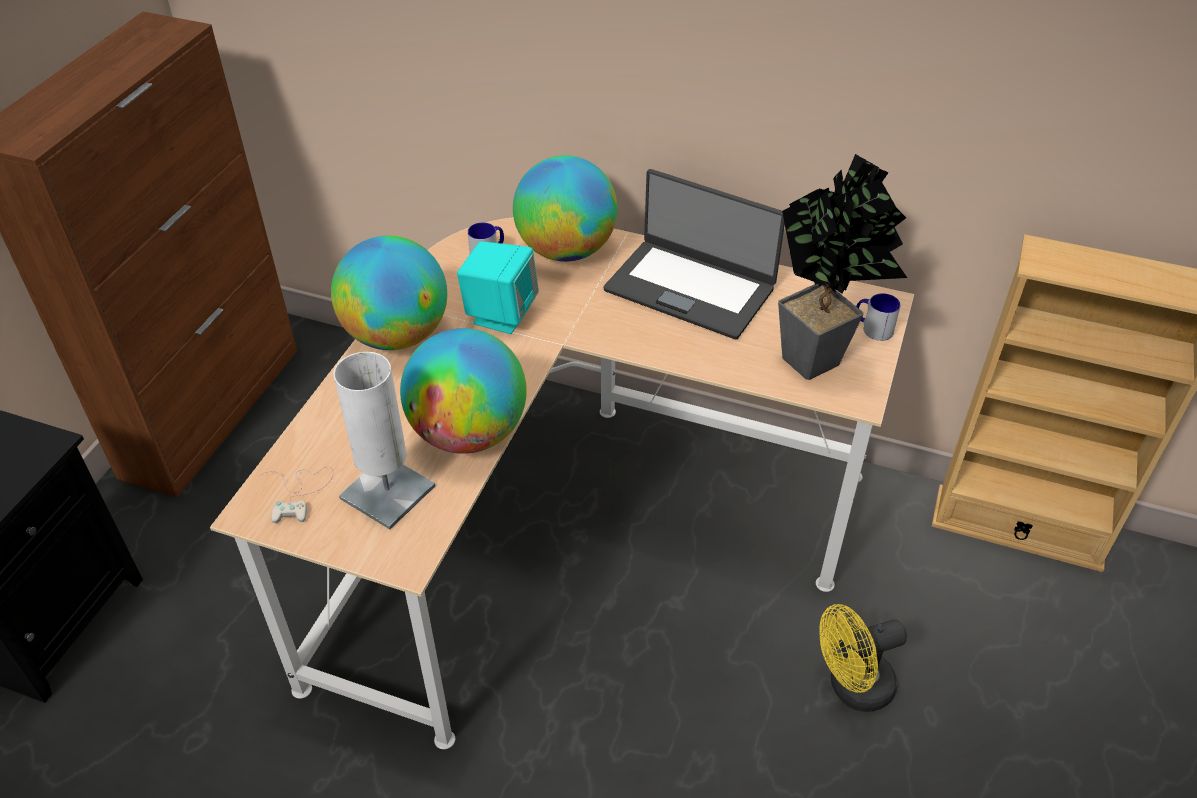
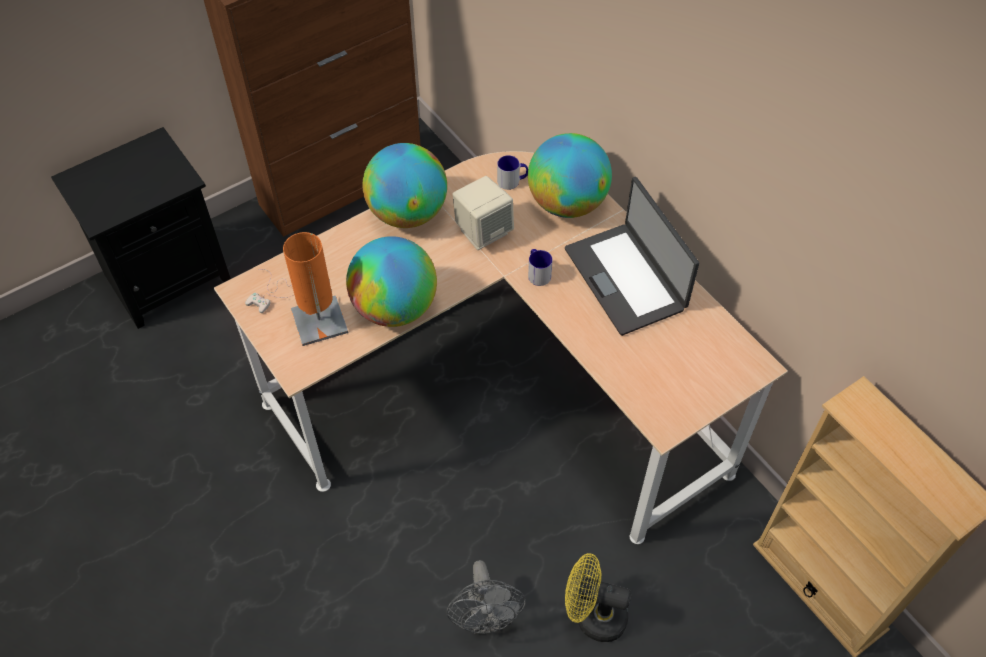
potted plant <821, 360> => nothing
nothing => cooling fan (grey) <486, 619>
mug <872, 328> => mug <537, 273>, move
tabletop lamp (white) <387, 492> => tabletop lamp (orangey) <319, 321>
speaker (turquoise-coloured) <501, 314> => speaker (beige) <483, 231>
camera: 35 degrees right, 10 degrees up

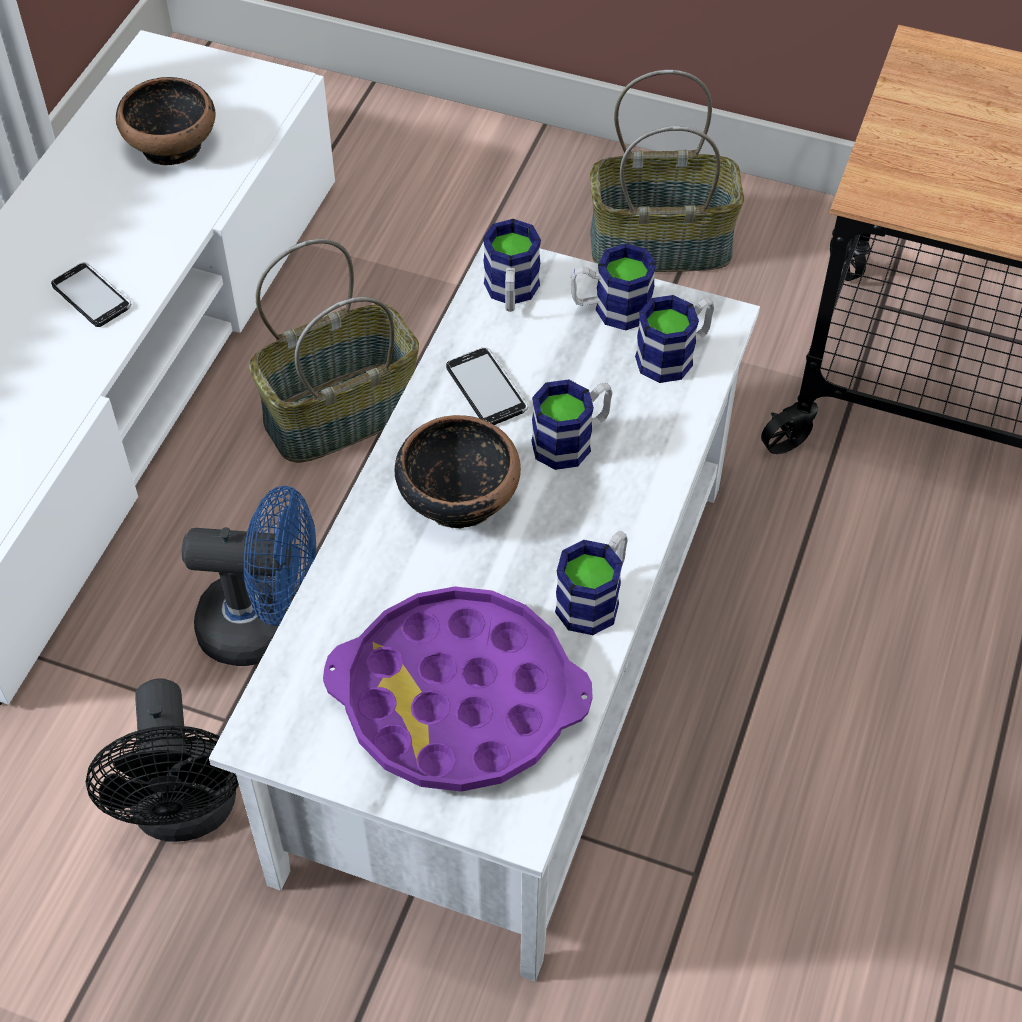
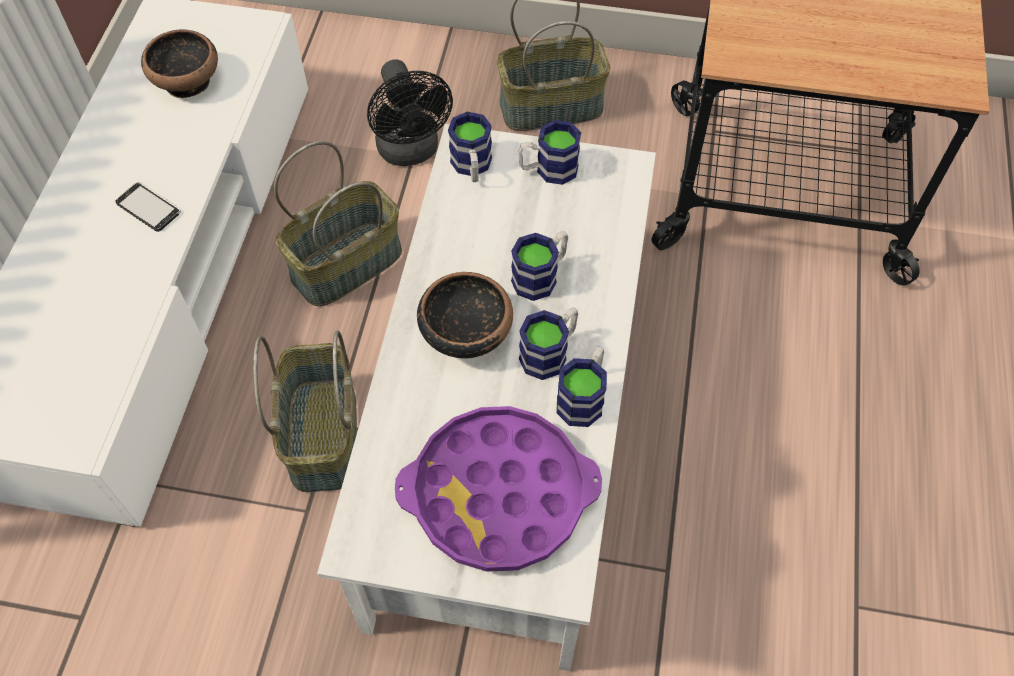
telephone <486, 389> => nothing
cooling fan (black) <186, 812> => cooling fan (black) <411, 152>, move
mug <674, 355> => mug <550, 352>, move
cooling fan (bluish) <265, 626> => household basket <321, 434>
camera: 10 degrees left, 5 degrees up

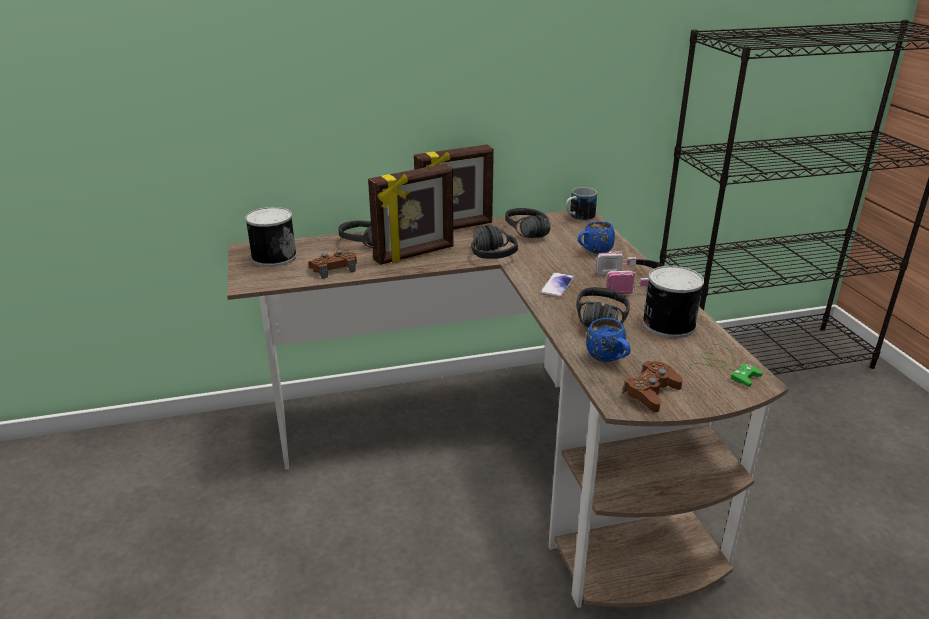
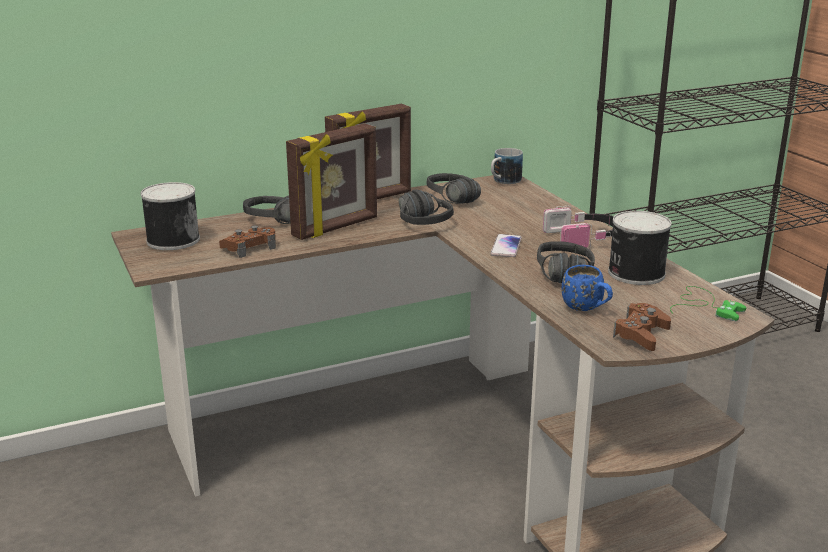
mug (bluish) <593, 252> => nothing
camera: 10 degrees left, 5 degrees down

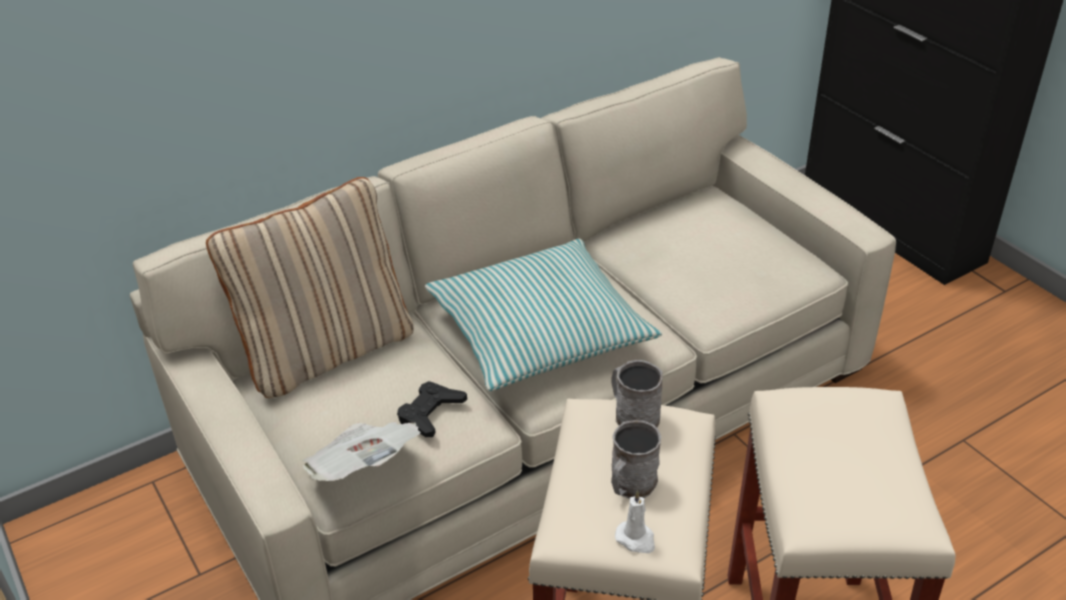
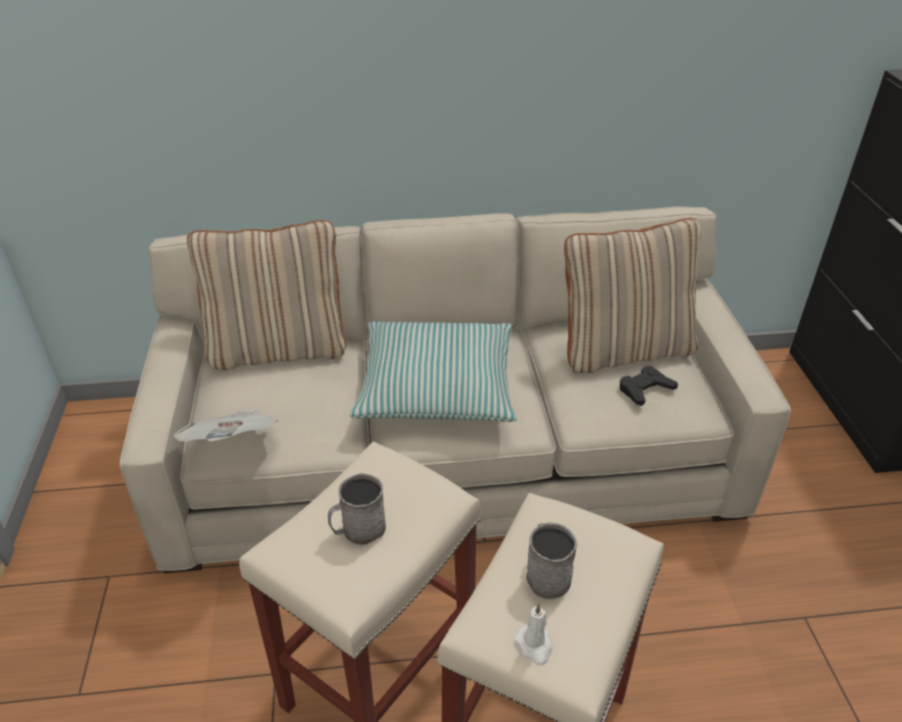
nothing => cushion (beige) <624, 349>
joypad (black) <430, 413> => joypad (black) <645, 389>, move
mug (grey) <633, 415> => mug (grey) <546, 574>, move
wax candle (white) <636, 539> => wax candle (white) <534, 646>, move
camera: 25 degrees right, 0 degrees up

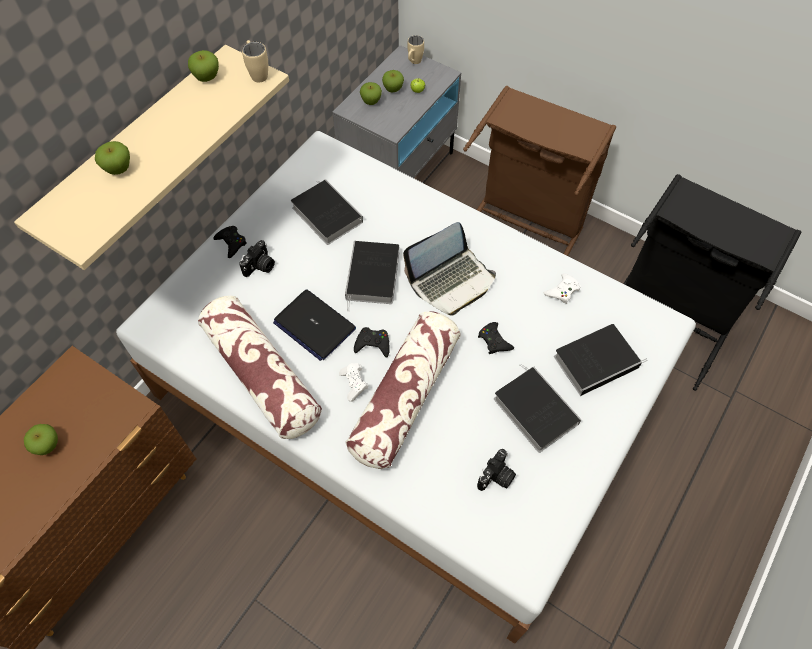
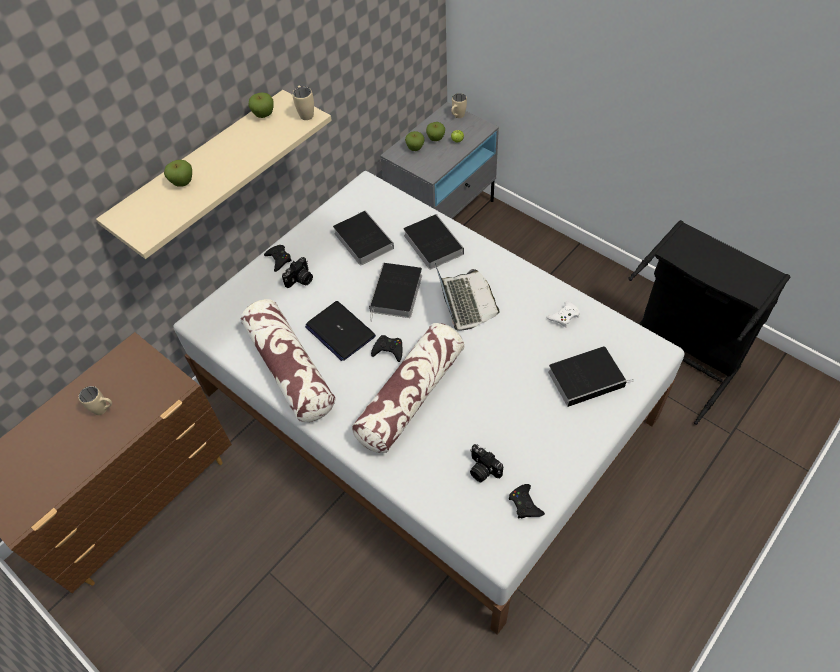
joypad (white) <354, 384> => nothing
laundry basket (brown) <524, 229> => nothing
joypad (black) <494, 341> => joypad (black) <525, 504>, move
volume <533, 409> => volume <431, 243>, move
apple fruit <48, 445> => mug (beige) <105, 410>
laptop <451, 281> => laptop <465, 302>, 75 degrees counterclockwise
photo camera <496, 477> => photo camera <482, 470>, 90 degrees clockwise
camera: 10 degrees right, 5 degrees down

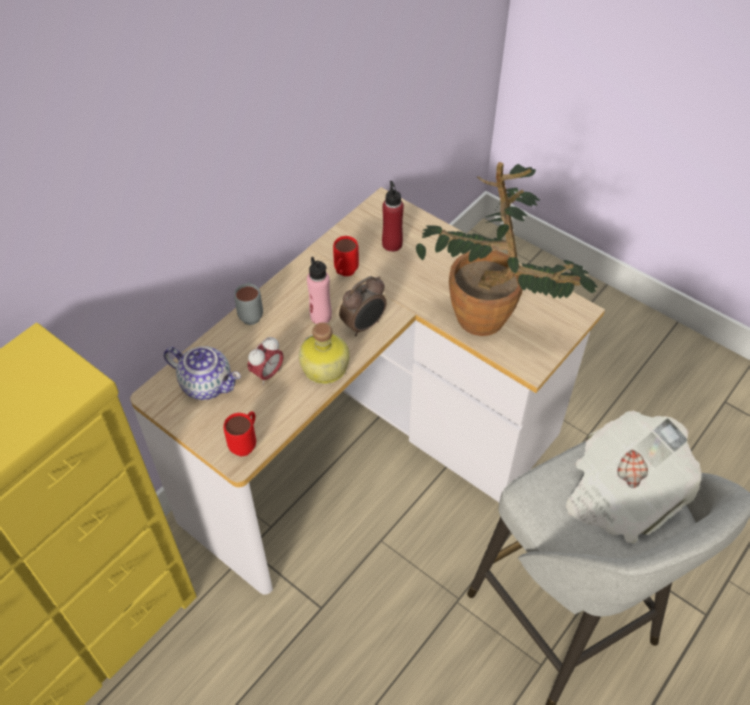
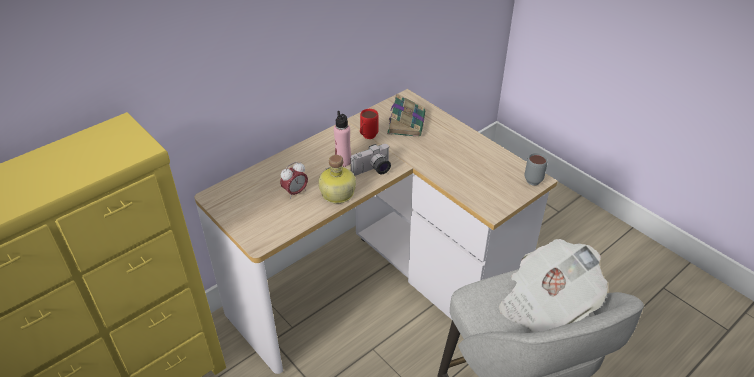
teapot <207, 384> => nothing
mug (reddish) <246, 443> => nothing
potted plant <491, 324> => nothing
mug (grey) <251, 314> => mug (grey) <533, 178>, move
alarm clock <364, 325> => photo camera <373, 170>
drink bottle (reddish) <392, 244> => volume <406, 123>
camera: 10 degrees right, 10 degrees down

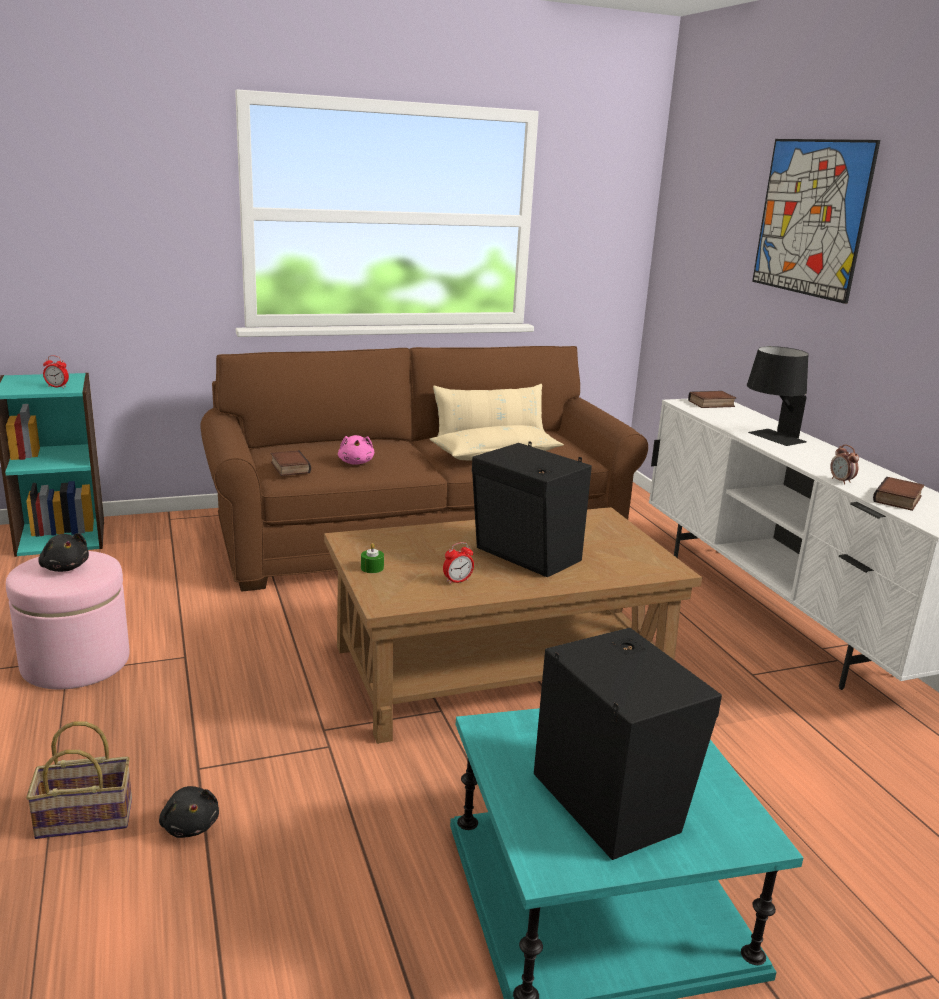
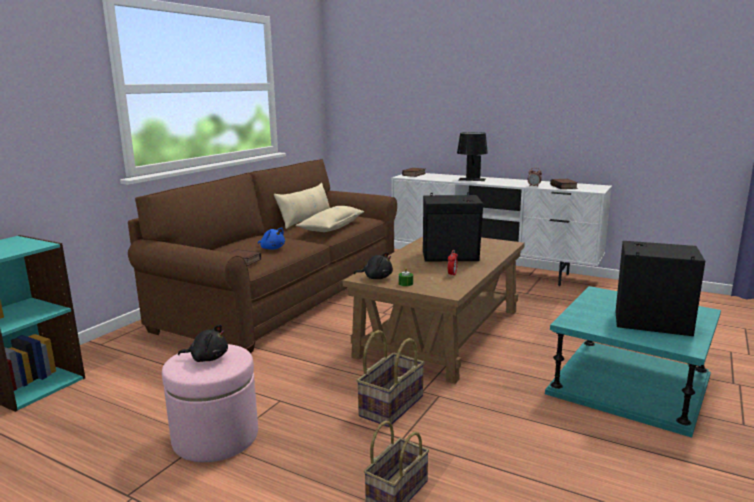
alarm clock <57, 387> => nothing
picture <811, 217> => nothing
nothing => household basket <390, 405>
cuddly toy (black) <190, 825> => cuddly toy (black) <376, 278>, move
cuddly toy (pinkish) <356, 462> => cuddly toy (bluish) <272, 248>
camera: 40 degrees left, 5 degrees down

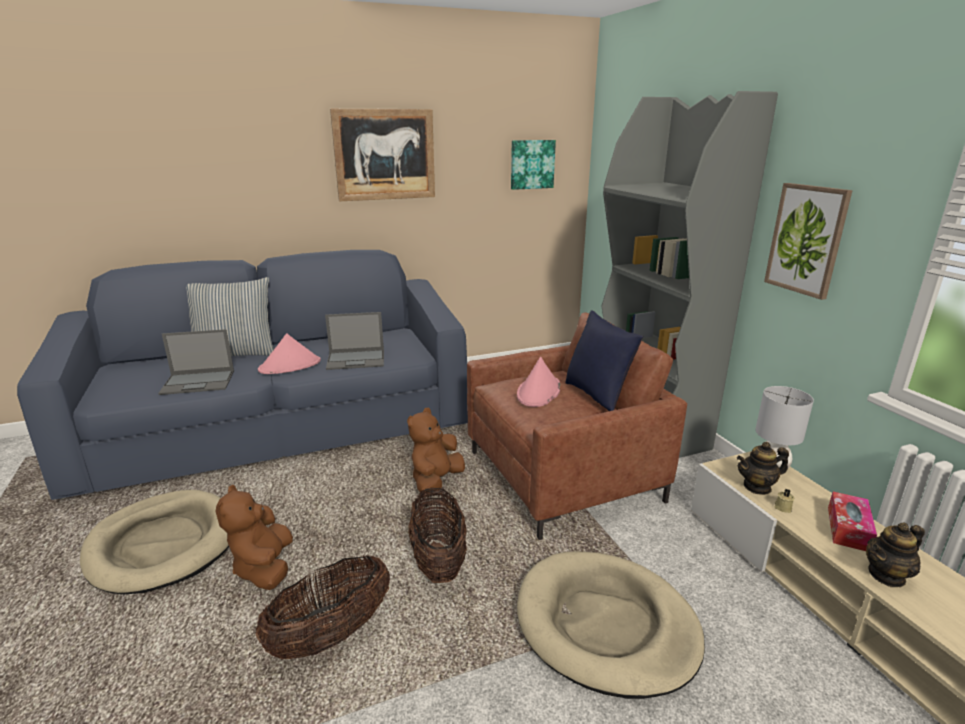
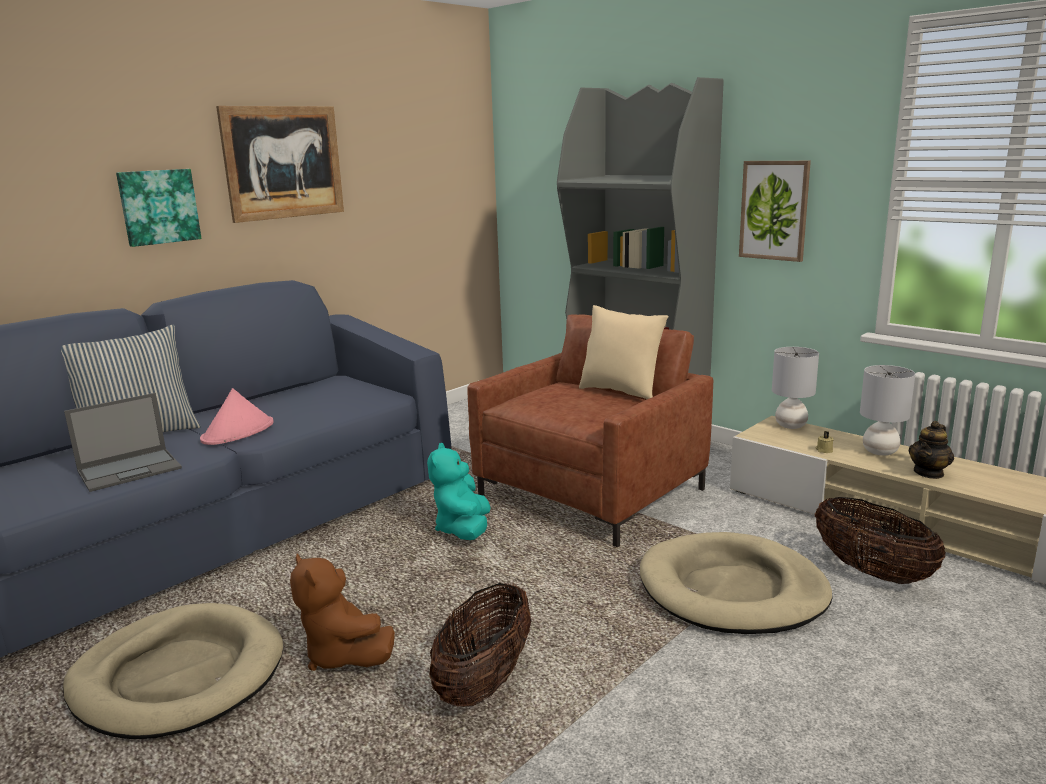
laptop <357, 360> => nothing
wearable hat (pinkish) <538, 392> => nothing
teapot <757, 487> => nothing
household basket <438, 560> => household basket <872, 572>, move
picture <532, 164> => picture <158, 206>, move
tissue holder <848, 529> => tabletop lamp (grey) <880, 452>
cuddly toy (brown) <436, 481> => cuddly toy (turquoise-coloured) <463, 530>
cushion (bluish) <597, 395> => cushion (beige) <621, 392>
camera: 25 degrees left, 5 degrees down

